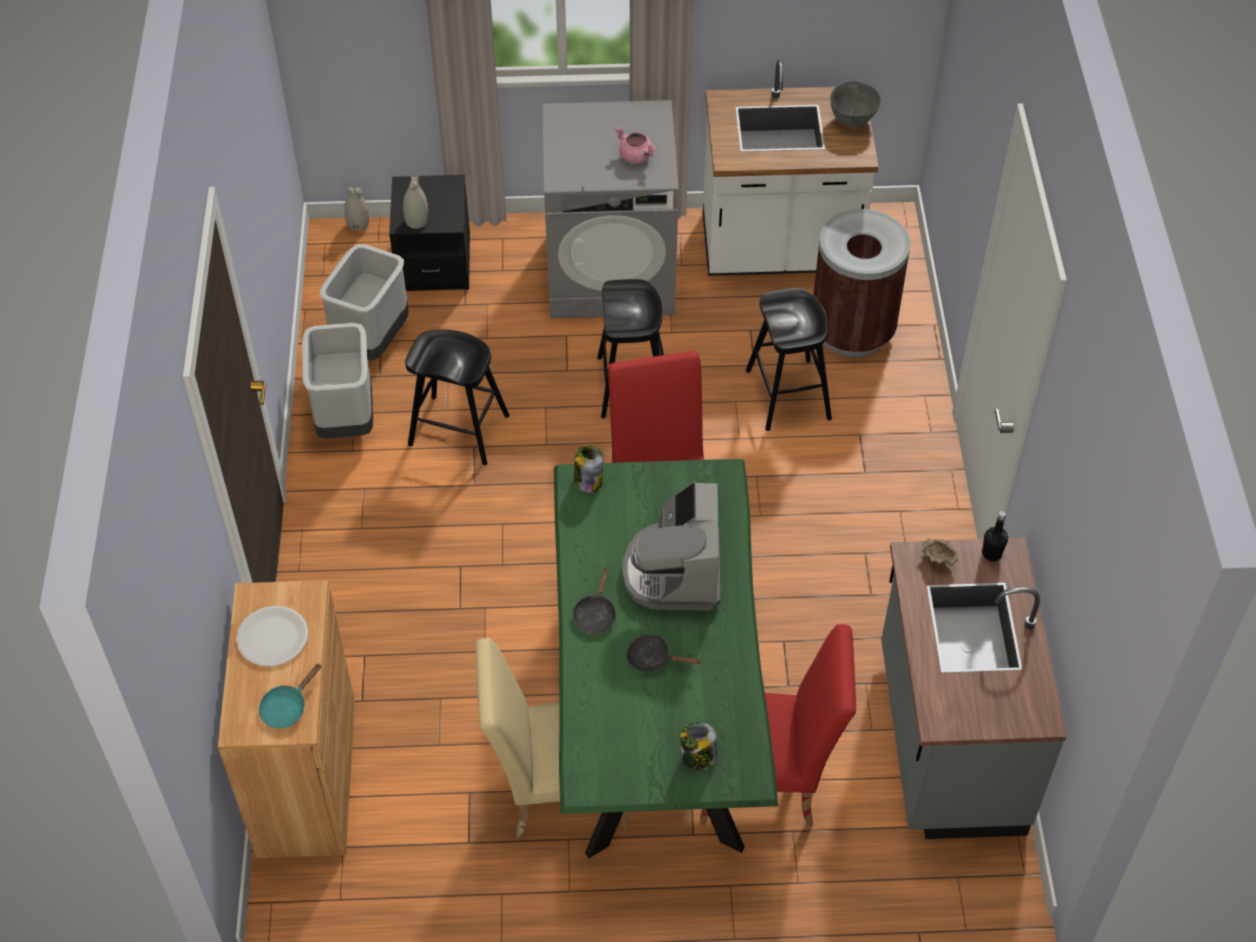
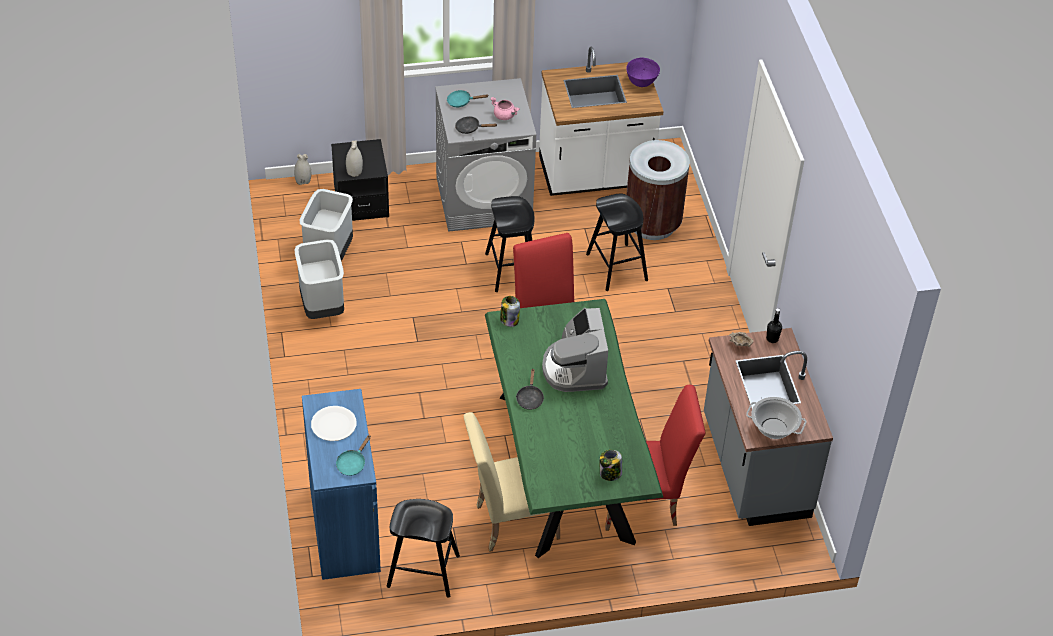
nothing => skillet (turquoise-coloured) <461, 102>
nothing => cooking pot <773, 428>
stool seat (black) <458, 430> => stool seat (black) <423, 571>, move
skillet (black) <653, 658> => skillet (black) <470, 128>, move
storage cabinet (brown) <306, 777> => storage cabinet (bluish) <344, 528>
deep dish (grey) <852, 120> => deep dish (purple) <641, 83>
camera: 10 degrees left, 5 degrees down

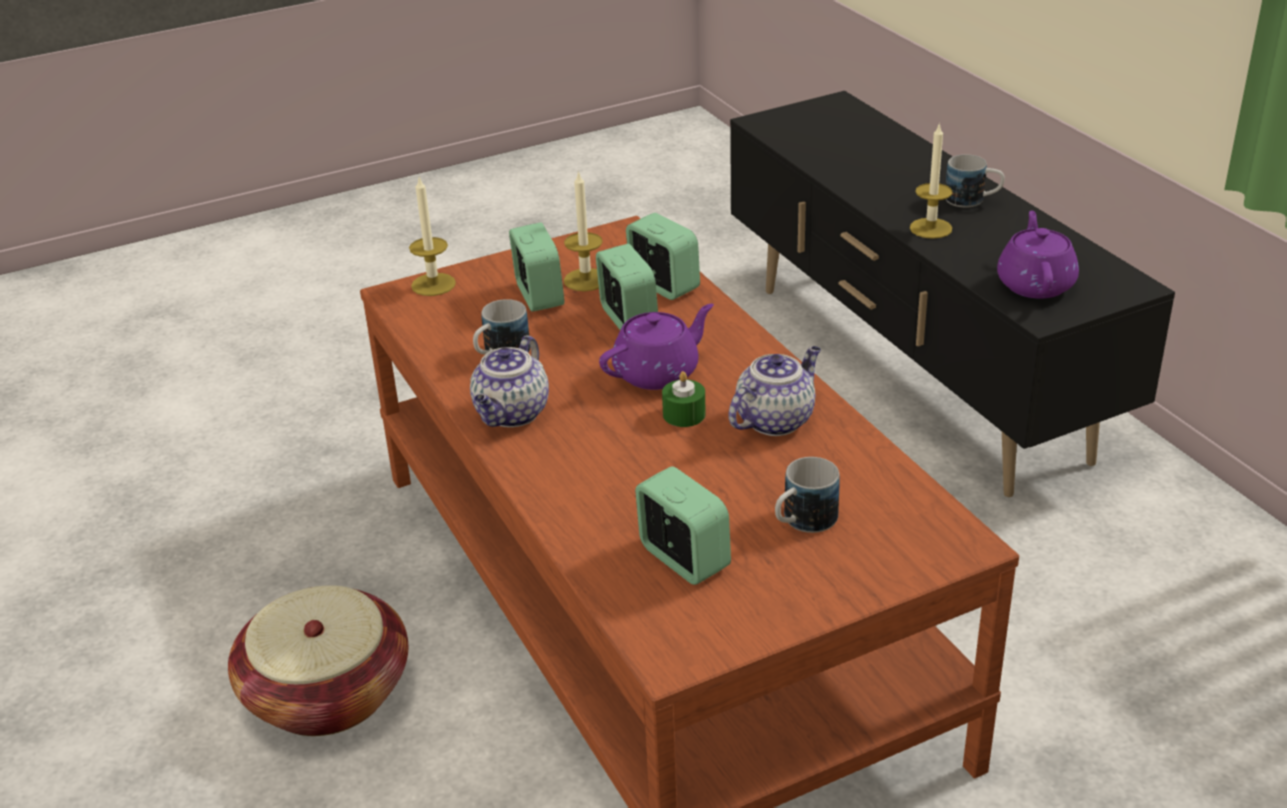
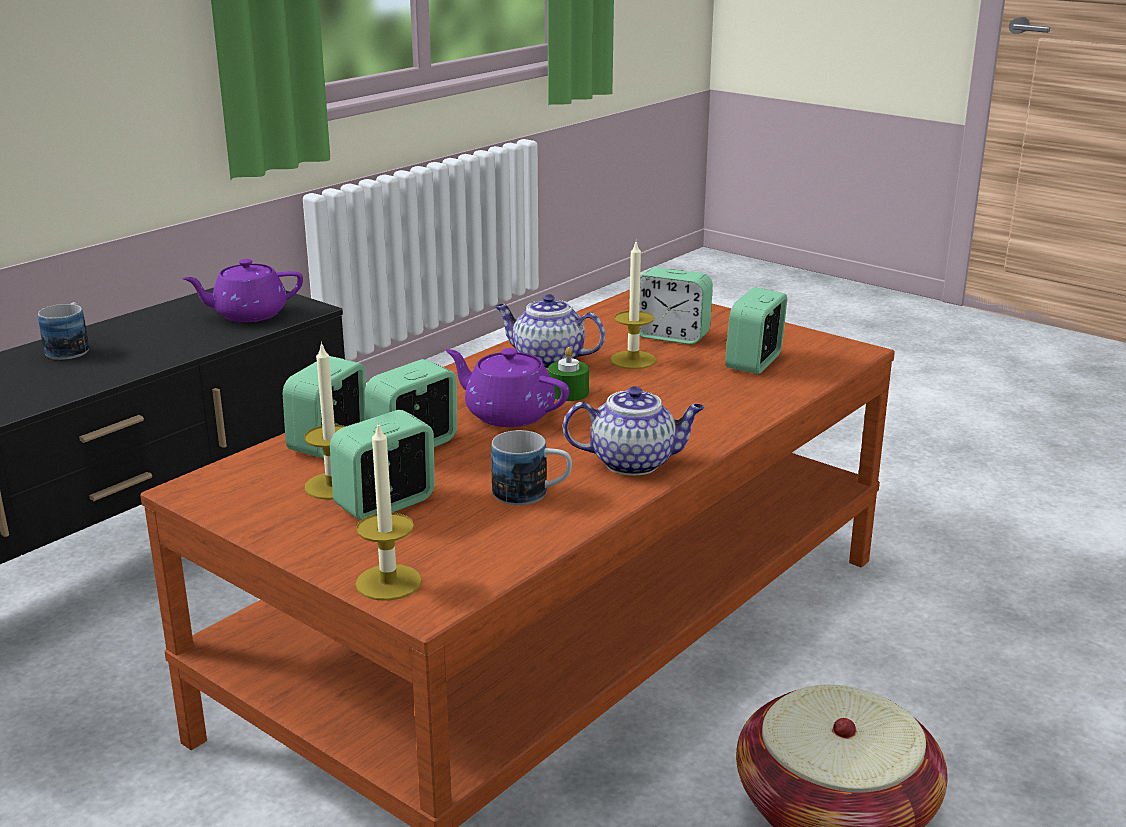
wax candle <930, 228> => wax candle <633, 360>, move
mug <802, 522> => alarm clock <671, 336>
camera: 115 degrees left, 10 degrees down

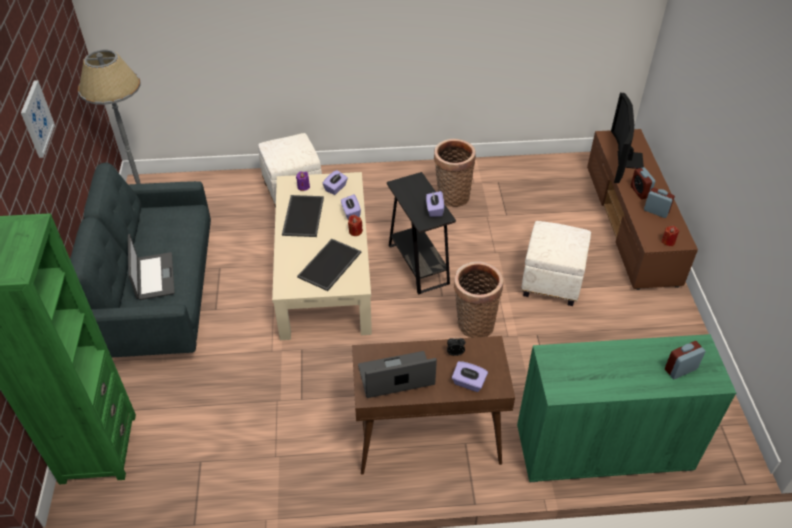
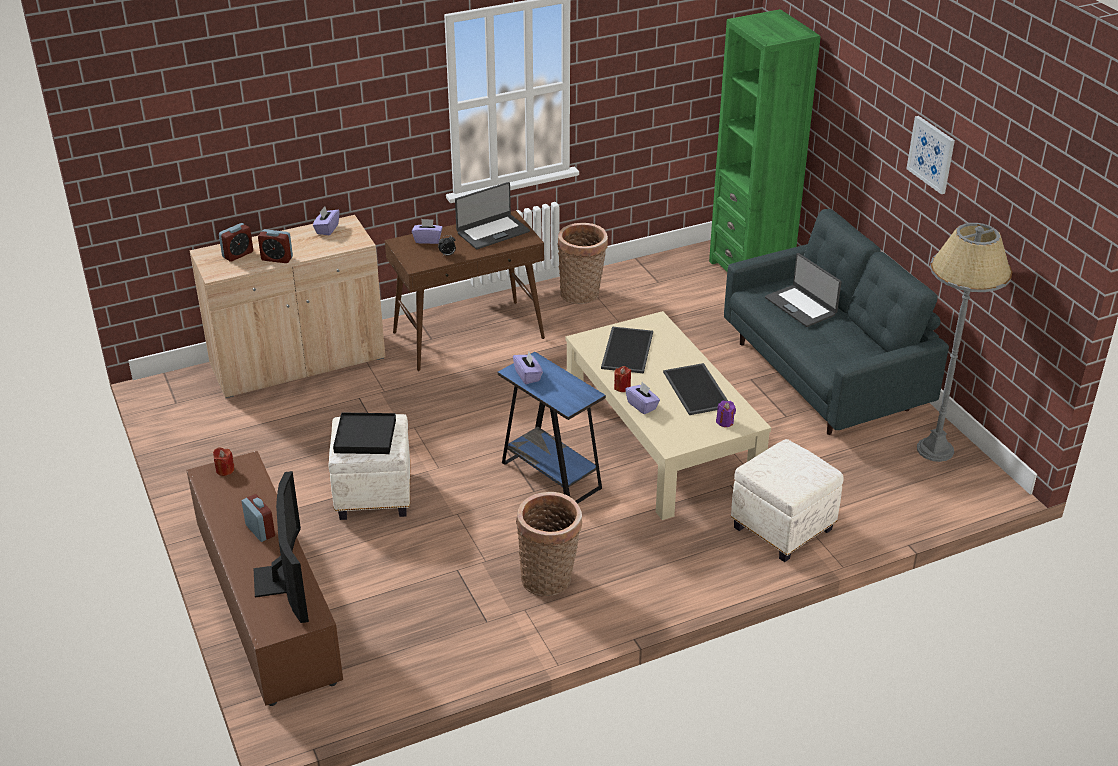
nothing => tray (black) <365, 436>
tissue holder (purple) <336, 188> => tissue holder (purple) <327, 229>, move
household basket <473, 323> => household basket <582, 294>, move
alarm clock <656, 211> => alarm clock <277, 258>, move
accent table (black) <418, 264> => accent table (bluish) <551, 475>
storage cabinet (green-coloured) <603, 448> => storage cabinet (beige) <298, 362>
camera: 160 degrees right, 10 degrees down

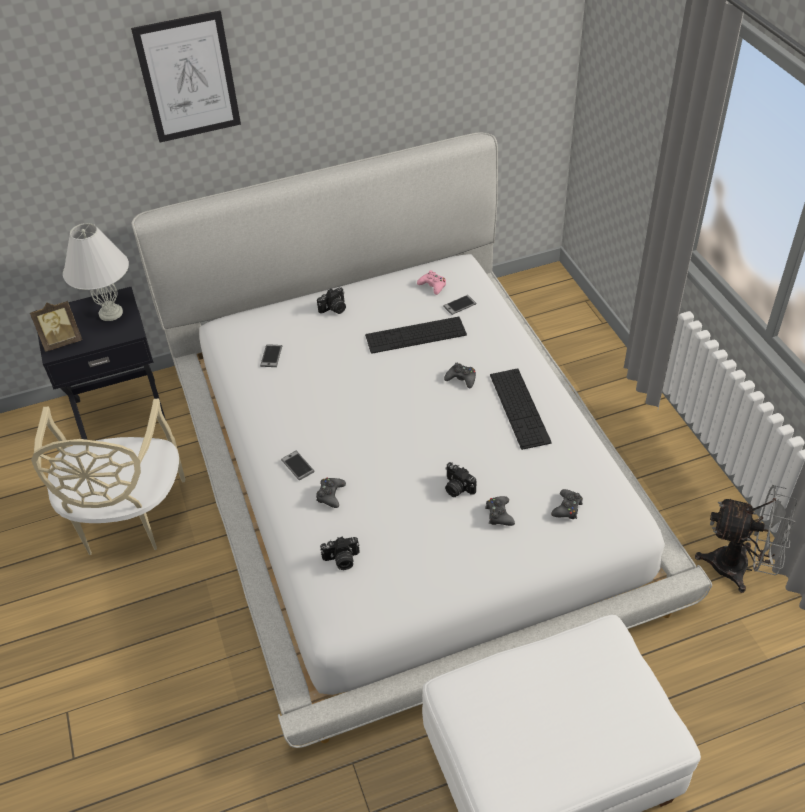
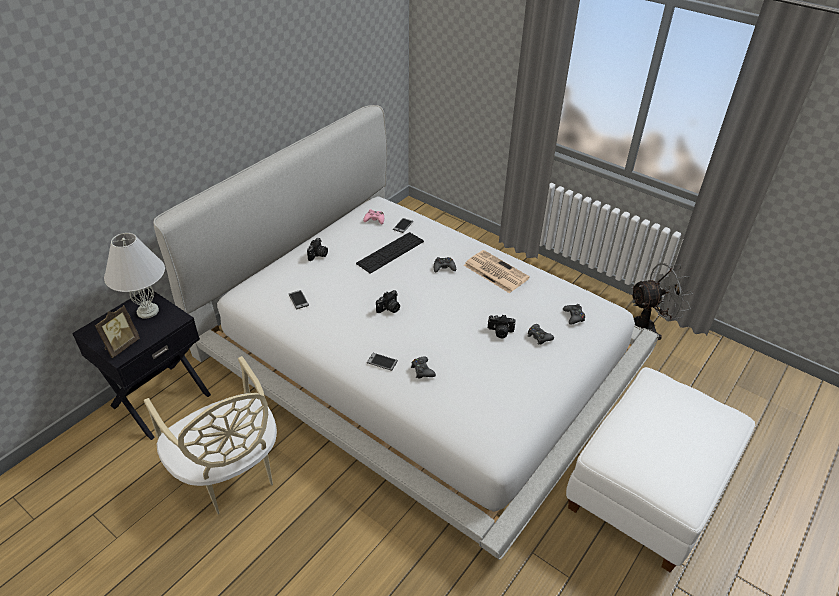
picture <188, 78> => nothing
photo camera <341, 560> => photo camera <389, 309>, move
computer keyboard <519, 408> => printed paper <495, 271>
camera: 35 degrees left, 5 degrees down

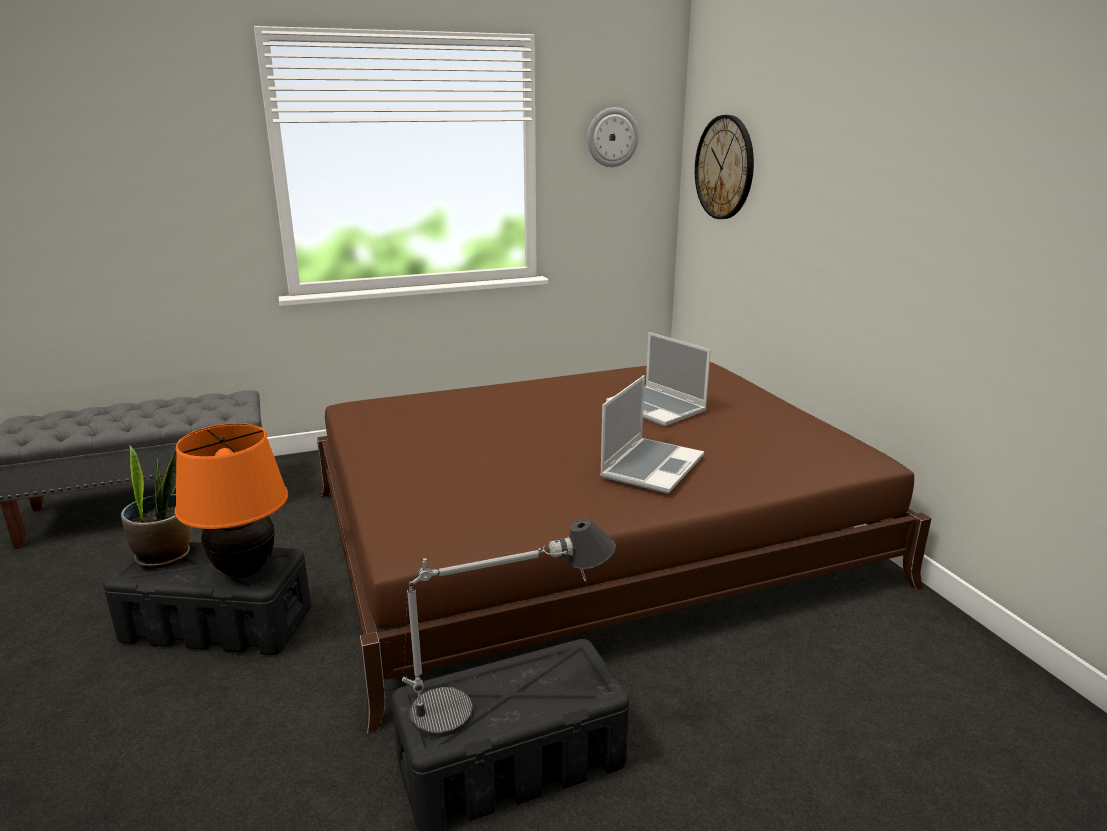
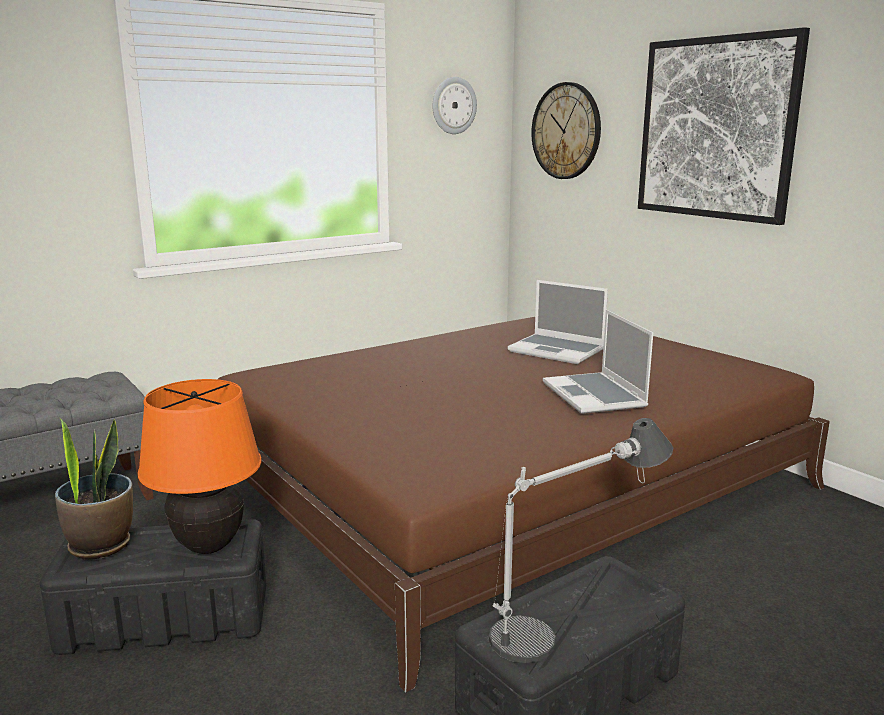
nothing => picture <716, 128>
laptop <651, 466> => laptop <595, 395>, 150 degrees clockwise
camera: 15 degrees left, 5 degrees down

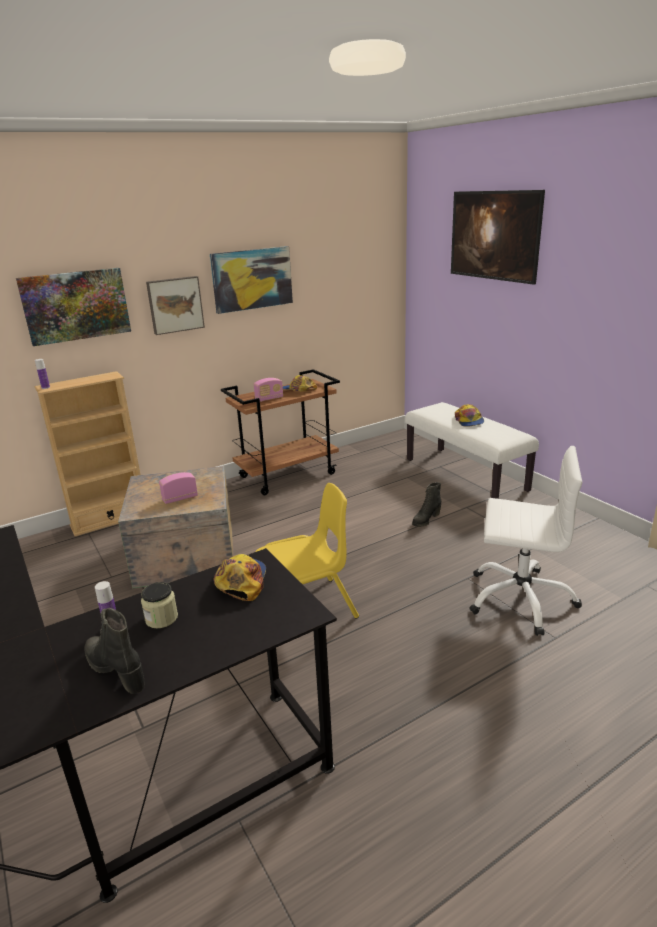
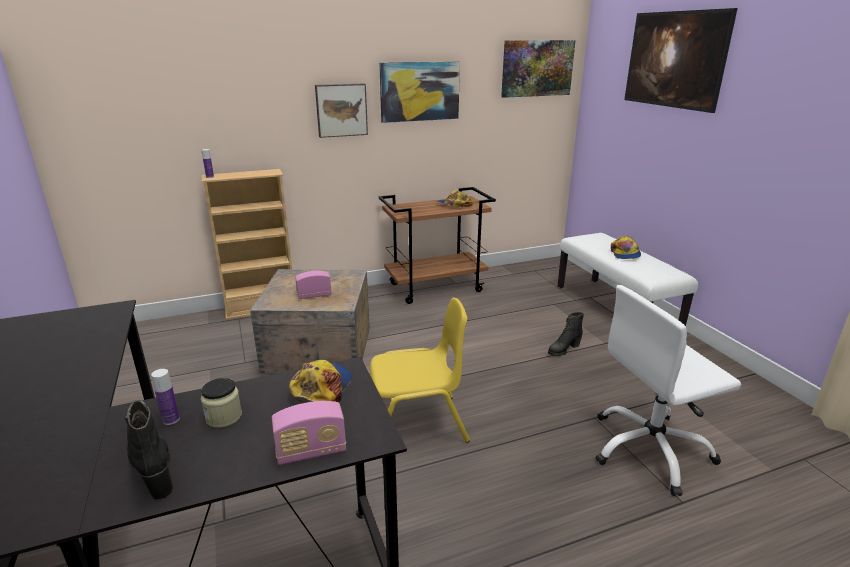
picture <76, 305> => picture <537, 68>, move
radio <269, 399> => radio <311, 451>, move
computer chair (white) <520, 598> => computer chair (white) <650, 450>, 135 degrees clockwise
camera: 10 degrees right, 0 degrees up

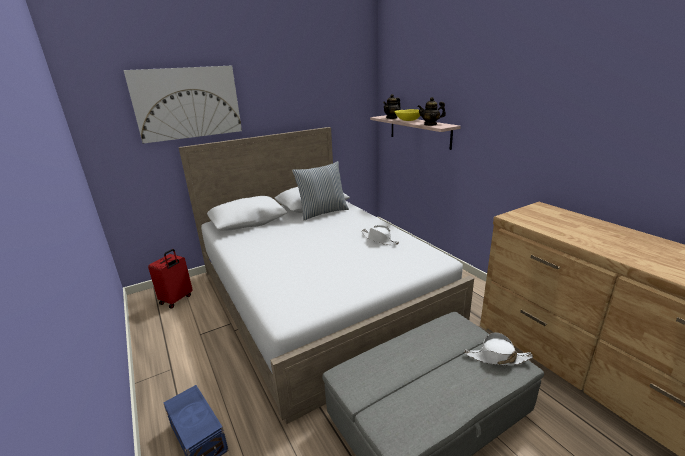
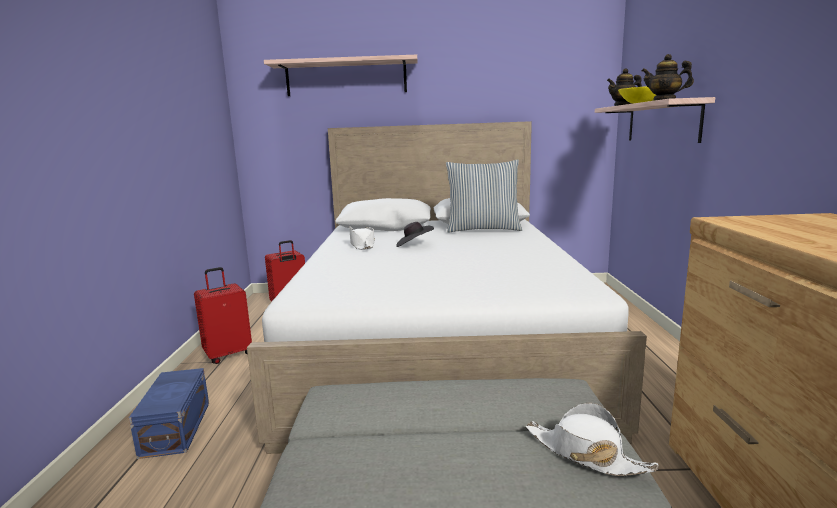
nothing => travel case (reddish) <228, 354>
nothing => wearable hat (black) <414, 245>
wearable hat (white) <379, 239> => wearable hat (white) <362, 245>, move
picture <187, 103> => wall shelf <346, 78>
camera: 30 degrees right, 10 degrees down

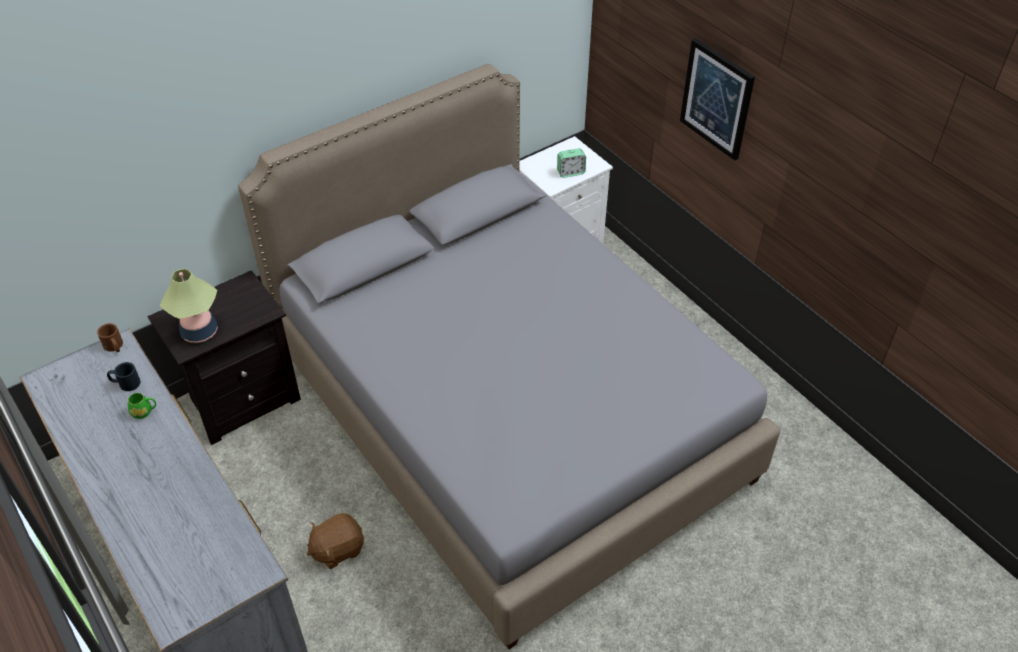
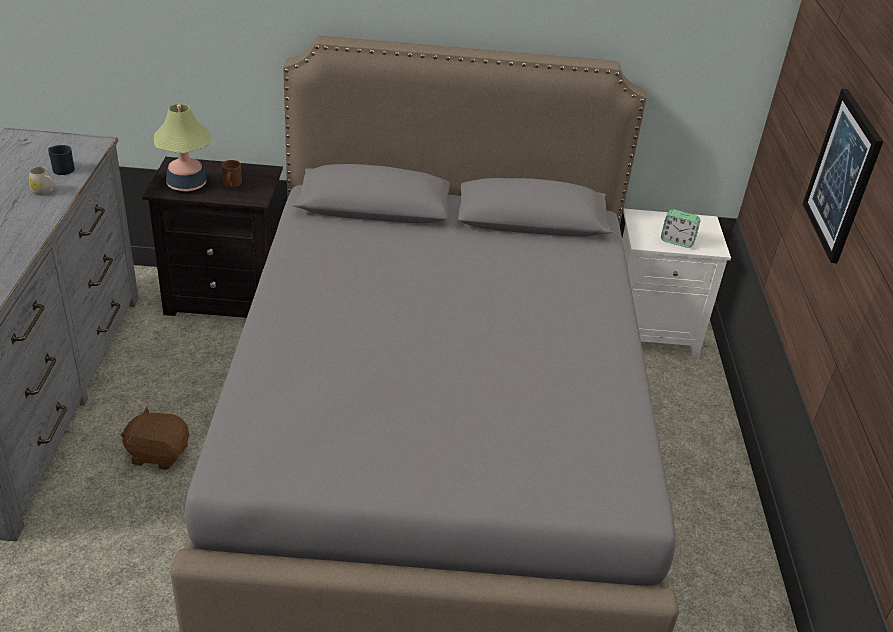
mug (brown) <114, 347> => mug (brown) <231, 184>, move
mug (green-coloured) <144, 412> => mug (white) <45, 192>
camera: 35 degrees right, 10 degrees down

